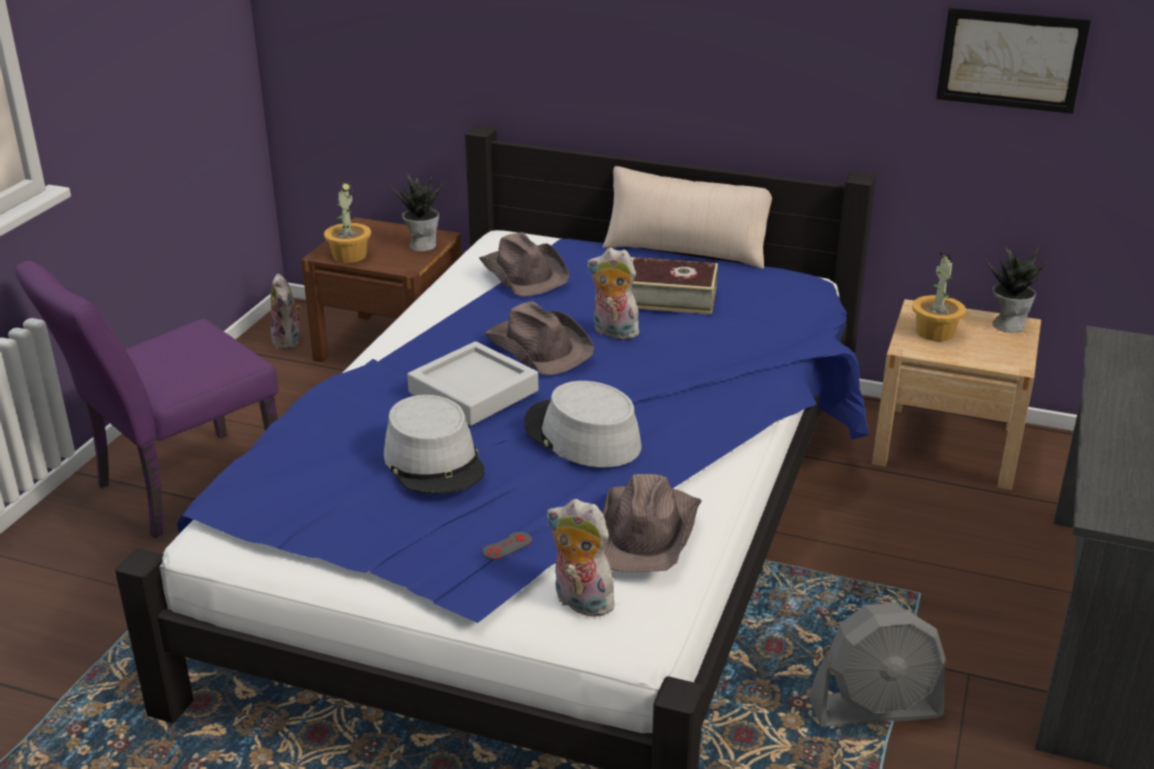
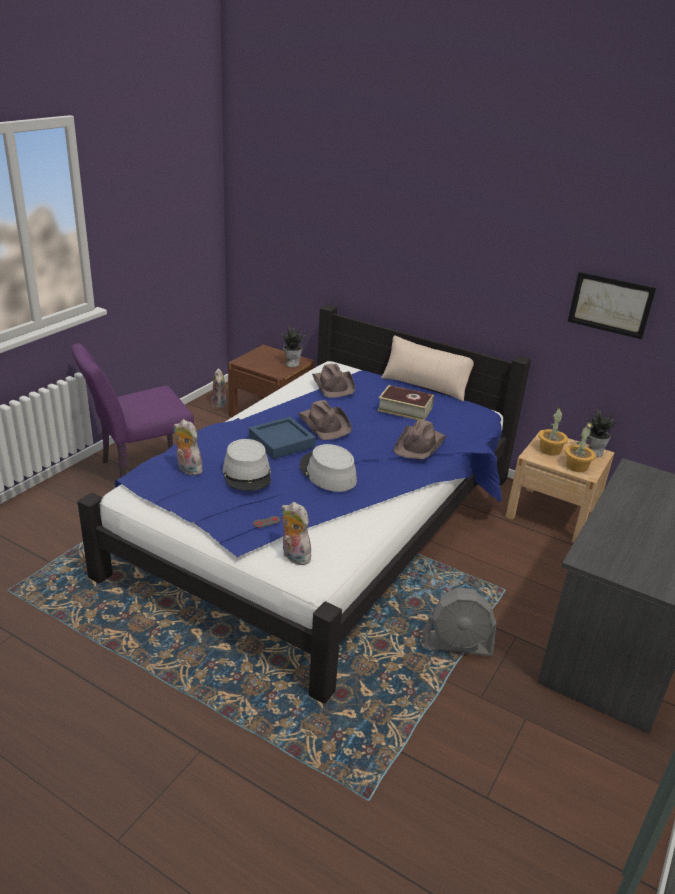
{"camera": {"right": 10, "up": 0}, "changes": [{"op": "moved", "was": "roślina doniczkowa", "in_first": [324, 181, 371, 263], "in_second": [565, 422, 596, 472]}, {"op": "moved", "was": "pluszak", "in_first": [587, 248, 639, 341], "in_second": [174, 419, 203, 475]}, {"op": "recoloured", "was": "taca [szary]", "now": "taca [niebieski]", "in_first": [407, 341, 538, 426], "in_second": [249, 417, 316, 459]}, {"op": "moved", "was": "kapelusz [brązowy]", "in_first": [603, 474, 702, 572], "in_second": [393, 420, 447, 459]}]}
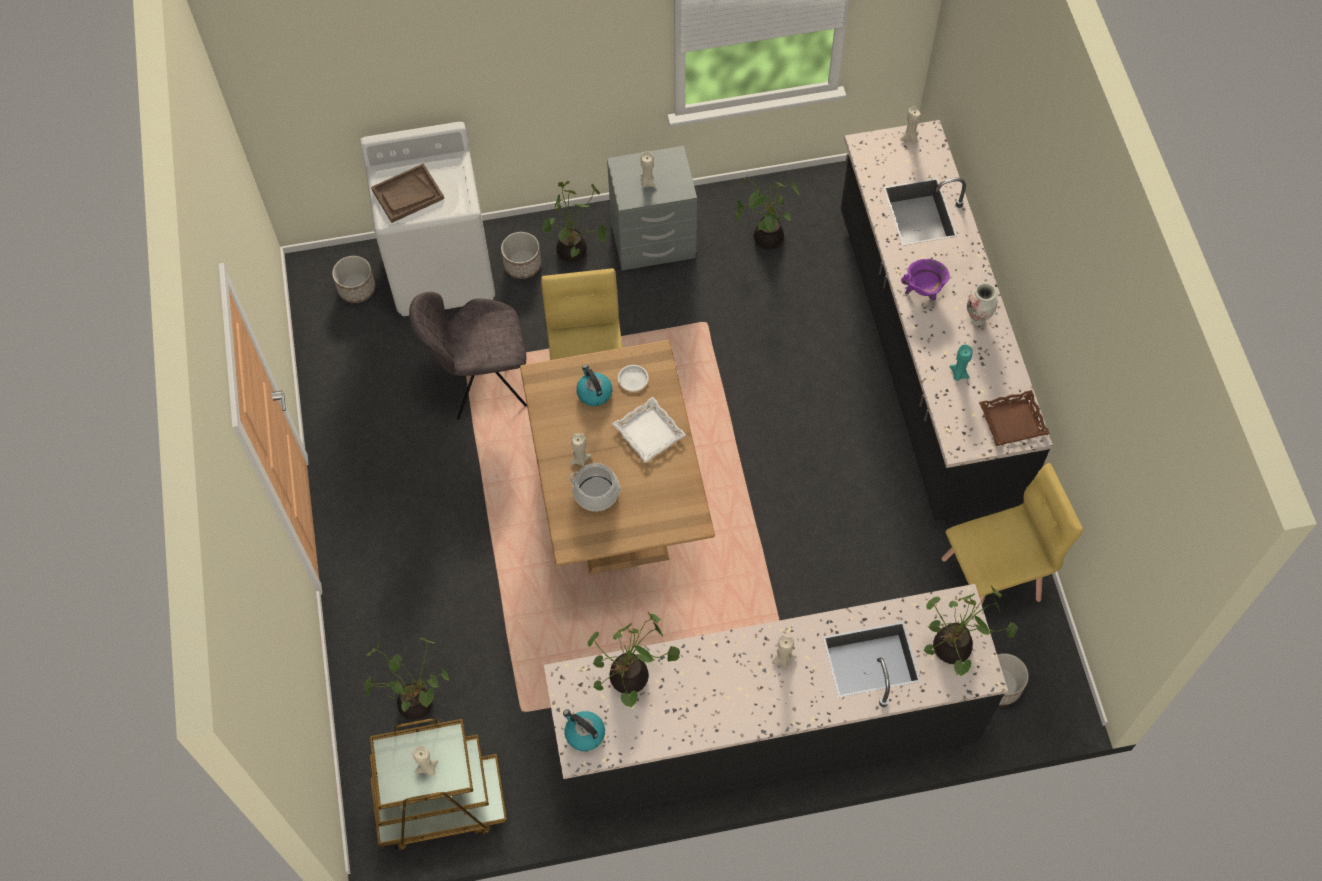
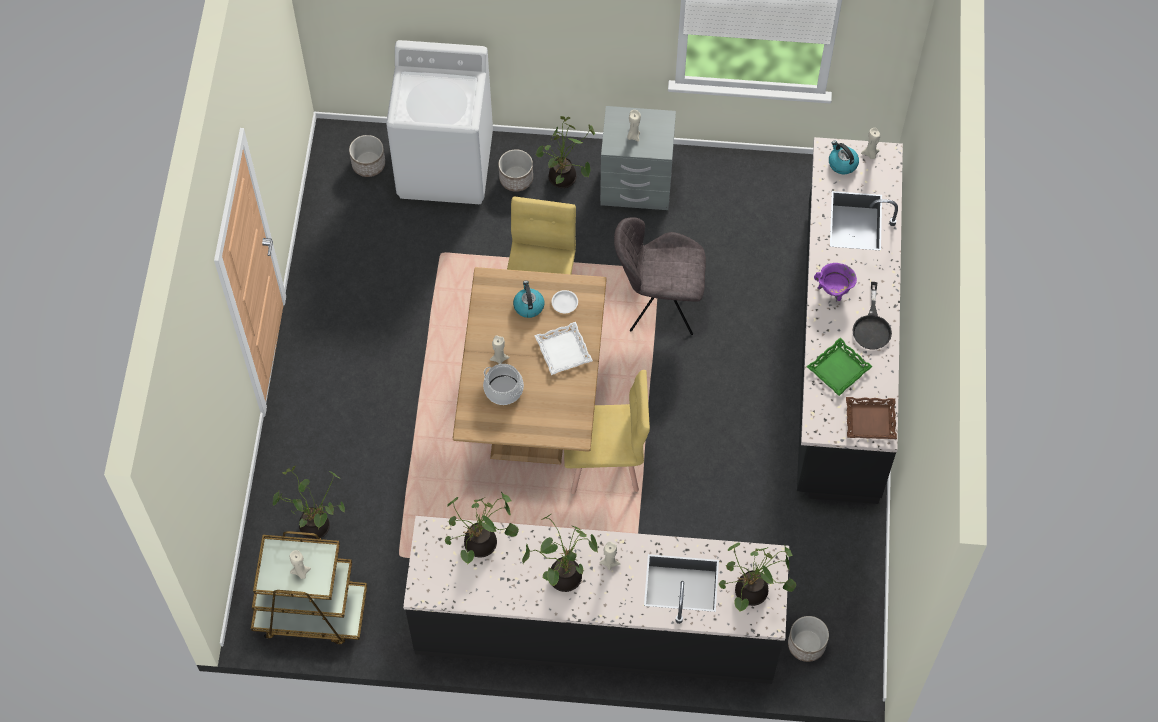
{"camera": {"right": 15, "up": 0}, "changes": [{"op": "removed", "was": "taca [brązowy]", "in_first": [371, 163, 444, 223]}, {"op": "moved", "was": "roślina doniczkowa", "in_first": [736, 174, 800, 250], "in_second": [522, 514, 598, 592]}, {"op": "replaced", "was": "wazon", "now": "patelnia [czarny]", "in_first": [967, 282, 998, 326], "in_second": [852, 282, 892, 350]}, {"op": "moved", "was": "krzesło [szary]", "in_first": [409, 292, 527, 420], "in_second": [614, 217, 706, 335]}, {"op": "replaced", "was": "świeca [turkusowy]", "now": "taca [zielony]", "in_first": [950, 344, 972, 381], "in_second": [807, 338, 873, 396]}, {"op": "moved", "was": "krzesło [żółty]", "in_first": [941, 463, 1083, 604], "in_second": [564, 370, 650, 494]}, {"op": "moved", "was": "czajnik", "in_first": [563, 709, 605, 751], "in_second": [829, 141, 859, 174]}]}
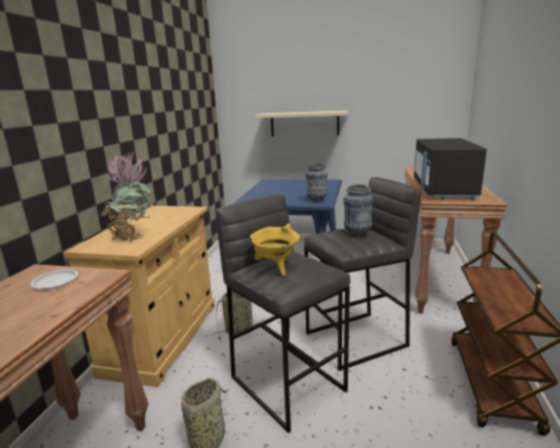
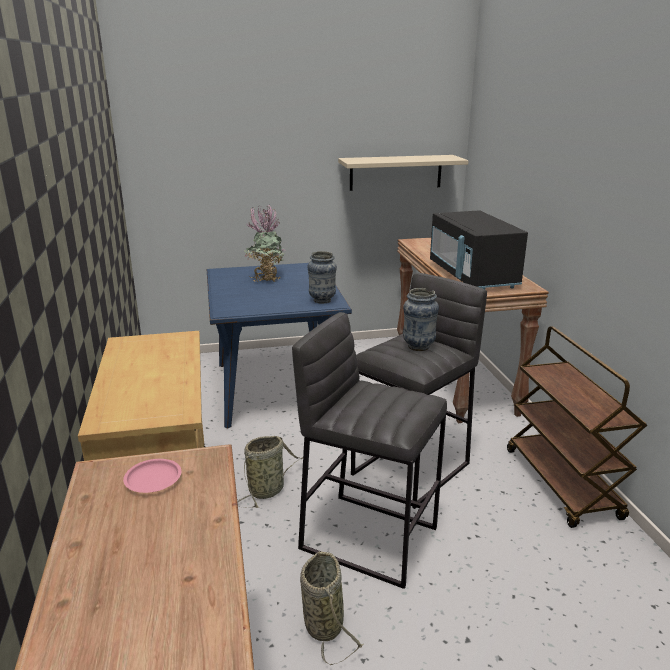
{"camera": {"right": -25, "up": 5}, "changes": [{"op": "moved", "was": "półka [beżowy]", "in_first": [255, 111, 348, 136], "in_second": [338, 155, 469, 191]}, {"op": "moved", "was": "roślina doniczkowa", "in_first": [100, 153, 153, 242], "in_second": [244, 207, 285, 282]}, {"op": "removed", "was": "garnek [żółty]", "in_first": [250, 223, 300, 276]}, {"op": "recoloured", "was": "talerz [biały]", "now": "talerz [różowy]", "in_first": [30, 269, 78, 289], "in_second": [123, 459, 181, 493]}]}
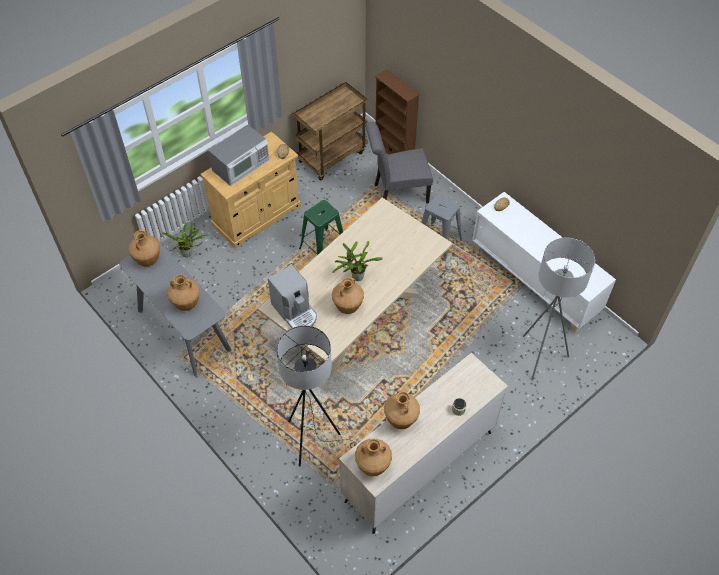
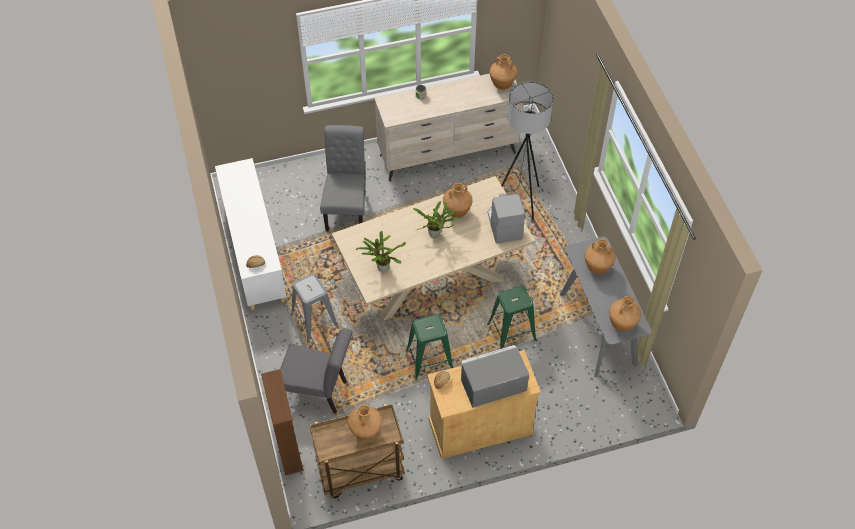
{"camera": {"right": -155, "up": 0}, "changes": [{"op": "moved", "was": "roślina doniczkowa", "in_first": [162, 223, 208, 257], "in_second": [355, 231, 406, 272]}, {"op": "removed", "was": "lampa stojąca [szary]", "in_first": [523, 238, 595, 380]}, {"op": "moved", "was": "wazon [brązowy]", "in_first": [384, 390, 420, 429], "in_second": [348, 403, 382, 440]}, {"op": "added", "now": "krzesło [szary]", "in_second": [320, 125, 366, 232]}, {"op": "added", "now": "stołek [zielony]", "in_second": [487, 285, 537, 349]}]}
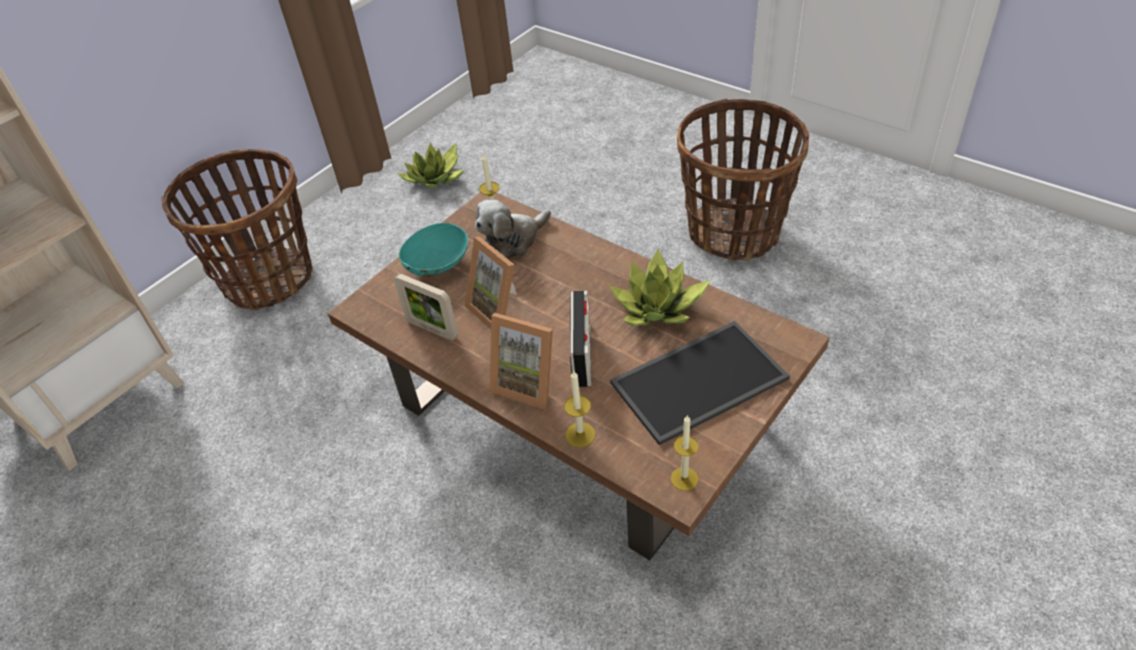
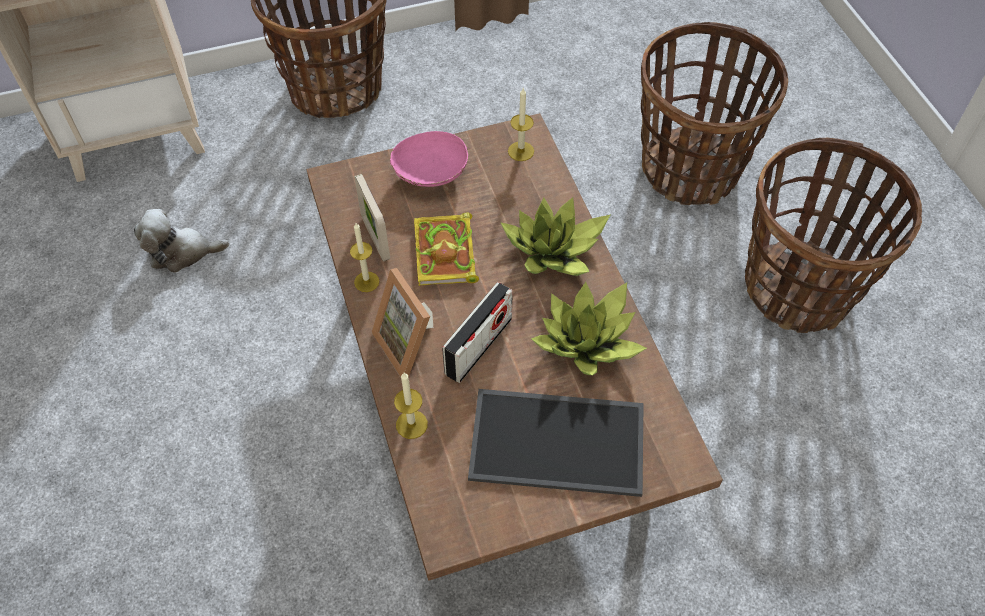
{"camera": {"right": 30, "up": 10}, "changes": [{"op": "moved", "was": "roślina doniczkowa", "in_first": [398, 142, 464, 188], "in_second": [500, 197, 611, 276]}, {"op": "moved", "was": "pluszak", "in_first": [475, 200, 551, 259], "in_second": [134, 209, 229, 273]}, {"op": "recoloured", "was": "miska [turkusowy]", "now": "miska [różowy]", "in_first": [399, 223, 468, 276], "in_second": [390, 131, 468, 187]}, {"op": "replaced", "was": "ramka na zdjęcie", "now": "książka", "in_first": [465, 236, 517, 330], "in_second": [414, 213, 479, 286]}, {"op": "moved", "was": "świeca", "in_first": [671, 415, 699, 491], "in_second": [350, 223, 379, 292]}, {"op": "added", "now": "koszyk", "in_second": [641, 22, 788, 205]}]}
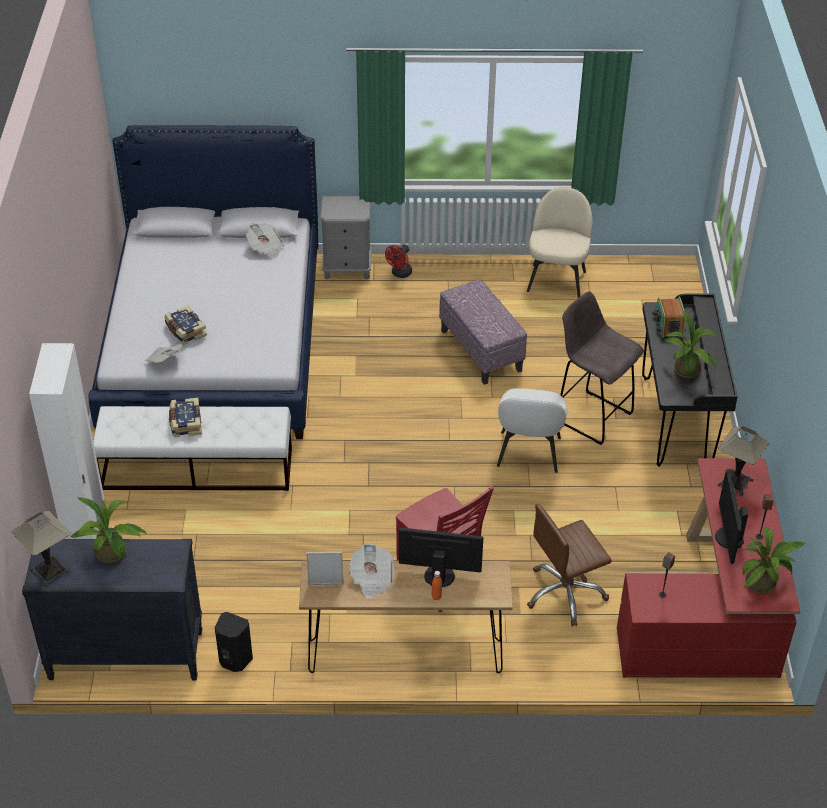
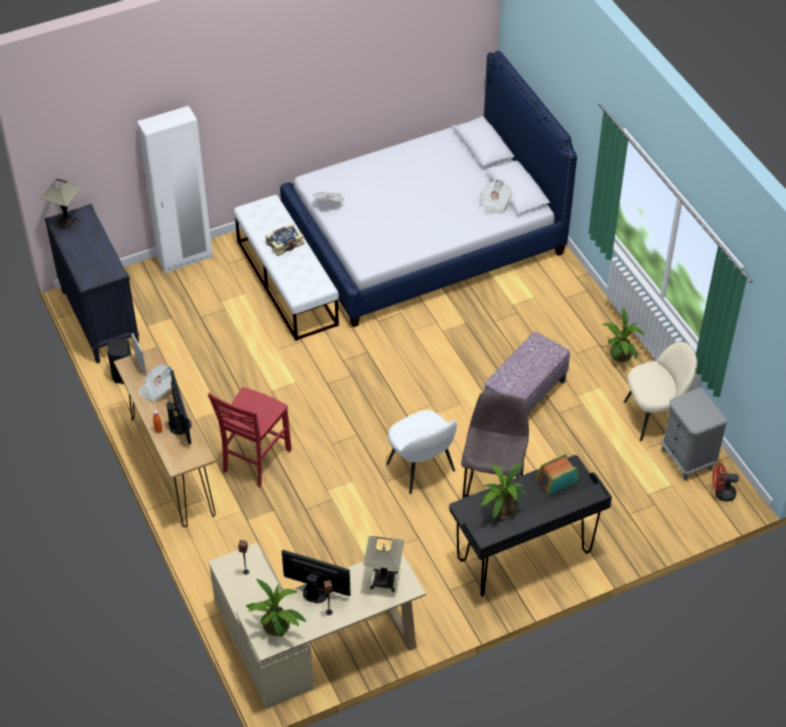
{"camera": {"right": 65, "up": 5}, "changes": [{"op": "moved", "was": "szafka nocna [szary]", "in_first": [320, 196, 372, 280], "in_second": [661, 387, 728, 480]}, {"op": "moved", "was": "wentylator [czerwony]", "in_first": [385, 245, 412, 278], "in_second": [712, 463, 739, 502]}, {"op": "removed", "was": "książka", "in_first": [164, 305, 207, 345]}, {"op": "turned", "was": "krzesło [biały]", "in_first": [497, 388, 567, 473], "in_second": [386, 410, 457, 494], "clockwise": -105}, {"op": "recoloured", "was": "biurko [czerwony]", "now": "biurko [beżowy]", "in_first": [617, 458, 801, 678], "in_second": [208, 542, 426, 709]}, {"op": "turned", "was": "monitor", "in_first": [715, 469, 748, 564], "in_second": [282, 550, 351, 603], "clockwise": 45}, {"op": "moved", "was": "roślina doniczkowa", "in_first": [71, 497, 147, 563], "in_second": [602, 308, 645, 362]}, {"op": "removed", "was": "krzesło biurowe [brązowy]", "in_first": [527, 504, 612, 626]}]}
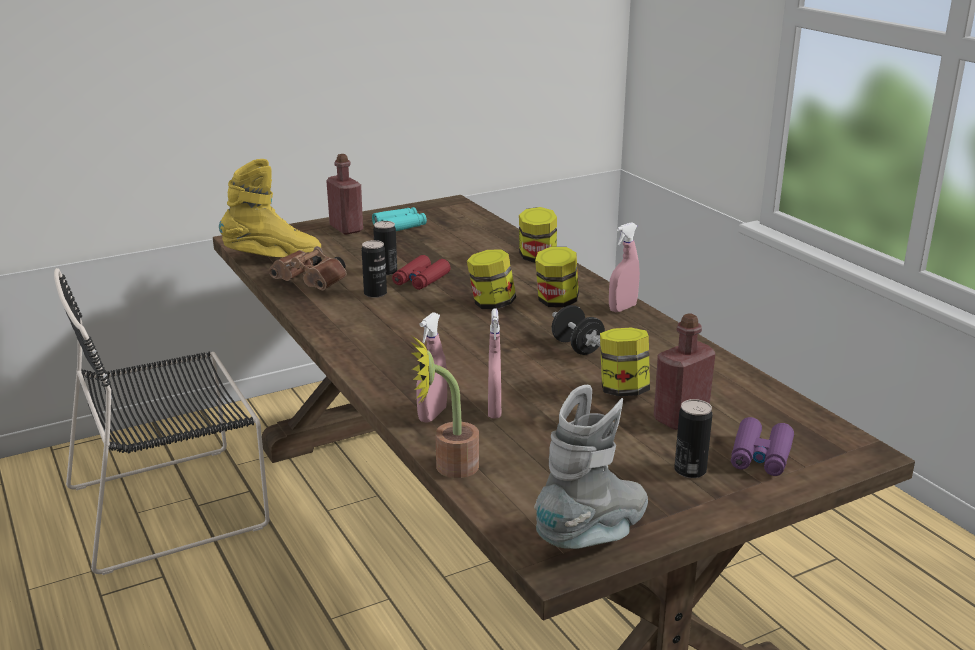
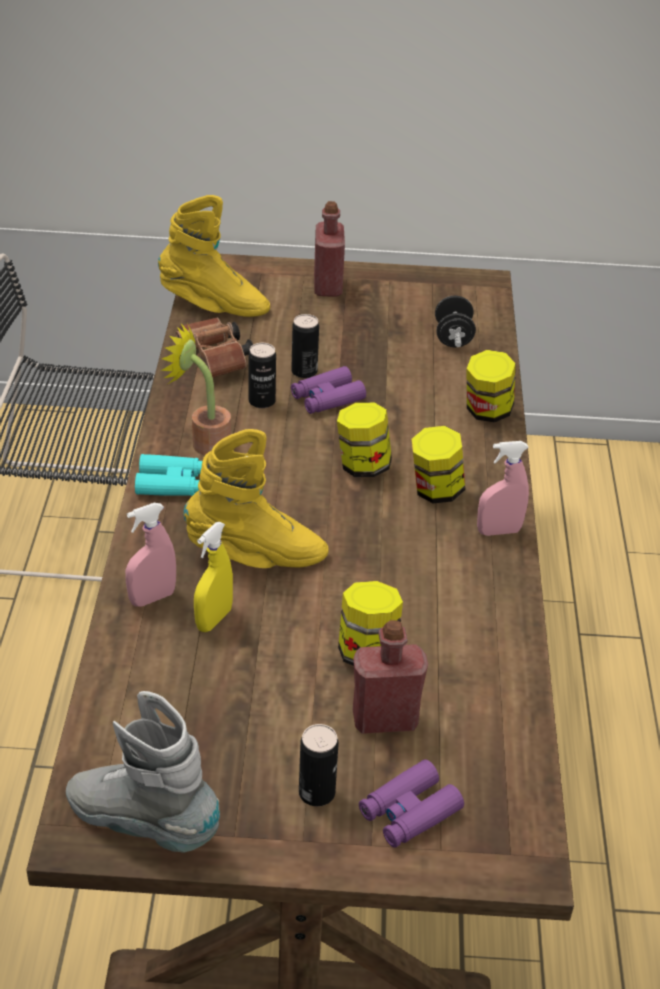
{"camera": {"right": 30, "up": 15}, "changes": [{"op": "moved", "was": "lornetka [turkusowy]", "in_first": [372, 207, 427, 231], "in_second": [135, 454, 203, 496]}, {"op": "recoloured", "was": "lornetka [czerwony]", "now": "lornetka [fioletowy]", "in_first": [392, 255, 451, 290], "in_second": [291, 366, 366, 414]}, {"op": "moved", "was": "hantel [czarny]", "in_first": [552, 305, 605, 355], "in_second": [435, 296, 476, 347]}, {"op": "recoloured", "was": "spryskiwacz [różowy]", "now": "spryskiwacz [żółty]", "in_first": [488, 308, 501, 418], "in_second": [194, 522, 233, 632]}, {"op": "moved", "was": "roślina doniczkowa", "in_first": [411, 336, 479, 478], "in_second": [161, 323, 231, 456]}, {"op": "turned", "was": "but z cholewką [szary]", "in_first": [534, 385, 648, 549], "in_second": [66, 691, 220, 853], "clockwise": -135}, {"op": "added", "now": "but z cholewką [żółty]", "in_second": [183, 429, 329, 568]}]}
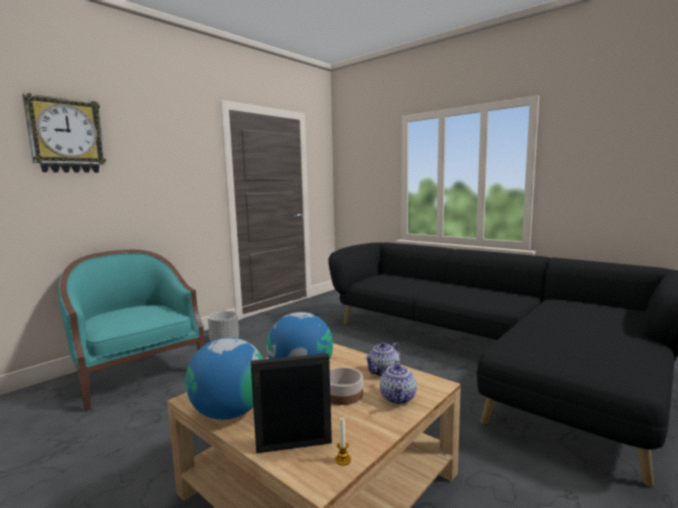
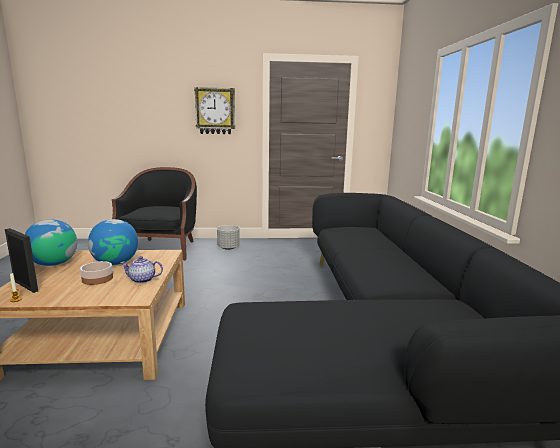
{"camera": {"right": 45, "up": 5}, "changes": [{"op": "moved", "was": "zegar ścienny", "in_first": [22, 93, 106, 173], "in_second": [194, 87, 235, 134]}, {"op": "recoloured", "was": "fotel [turkusowy]", "now": "fotel [czarny]", "in_first": [59, 250, 205, 411], "in_second": [112, 167, 197, 260]}, {"op": "removed", "was": "imbryk", "in_first": [380, 360, 417, 404]}]}
